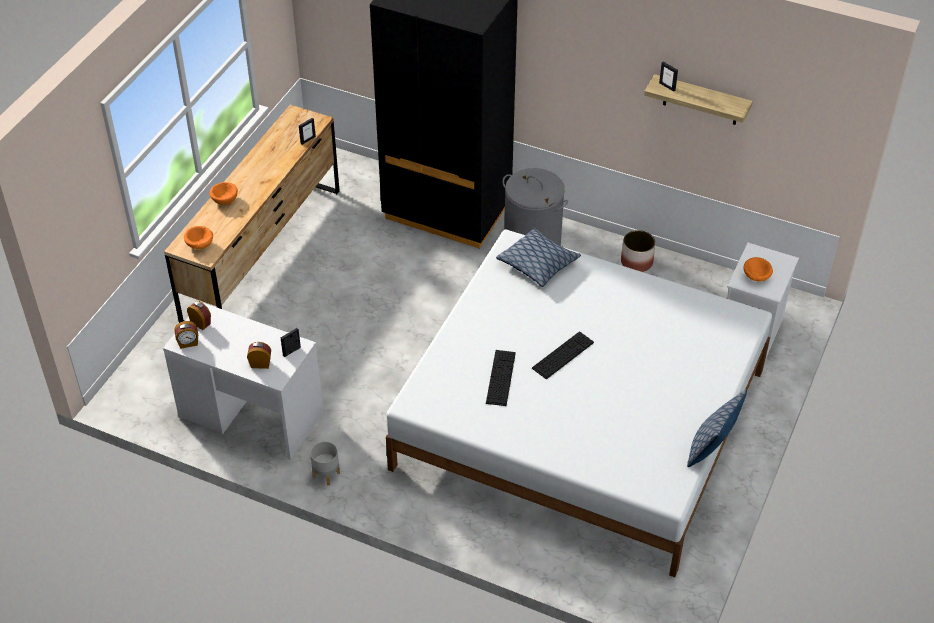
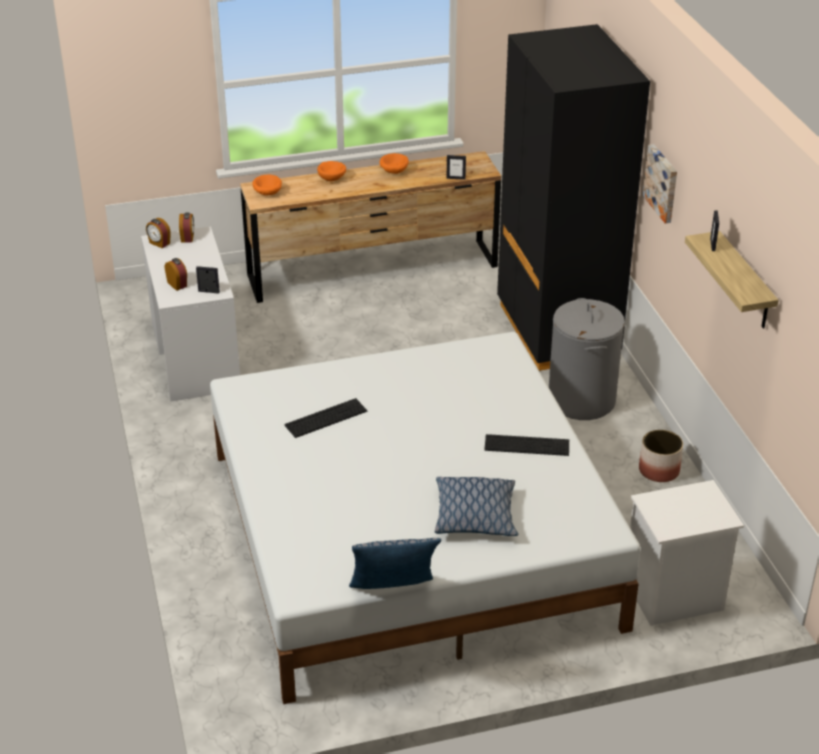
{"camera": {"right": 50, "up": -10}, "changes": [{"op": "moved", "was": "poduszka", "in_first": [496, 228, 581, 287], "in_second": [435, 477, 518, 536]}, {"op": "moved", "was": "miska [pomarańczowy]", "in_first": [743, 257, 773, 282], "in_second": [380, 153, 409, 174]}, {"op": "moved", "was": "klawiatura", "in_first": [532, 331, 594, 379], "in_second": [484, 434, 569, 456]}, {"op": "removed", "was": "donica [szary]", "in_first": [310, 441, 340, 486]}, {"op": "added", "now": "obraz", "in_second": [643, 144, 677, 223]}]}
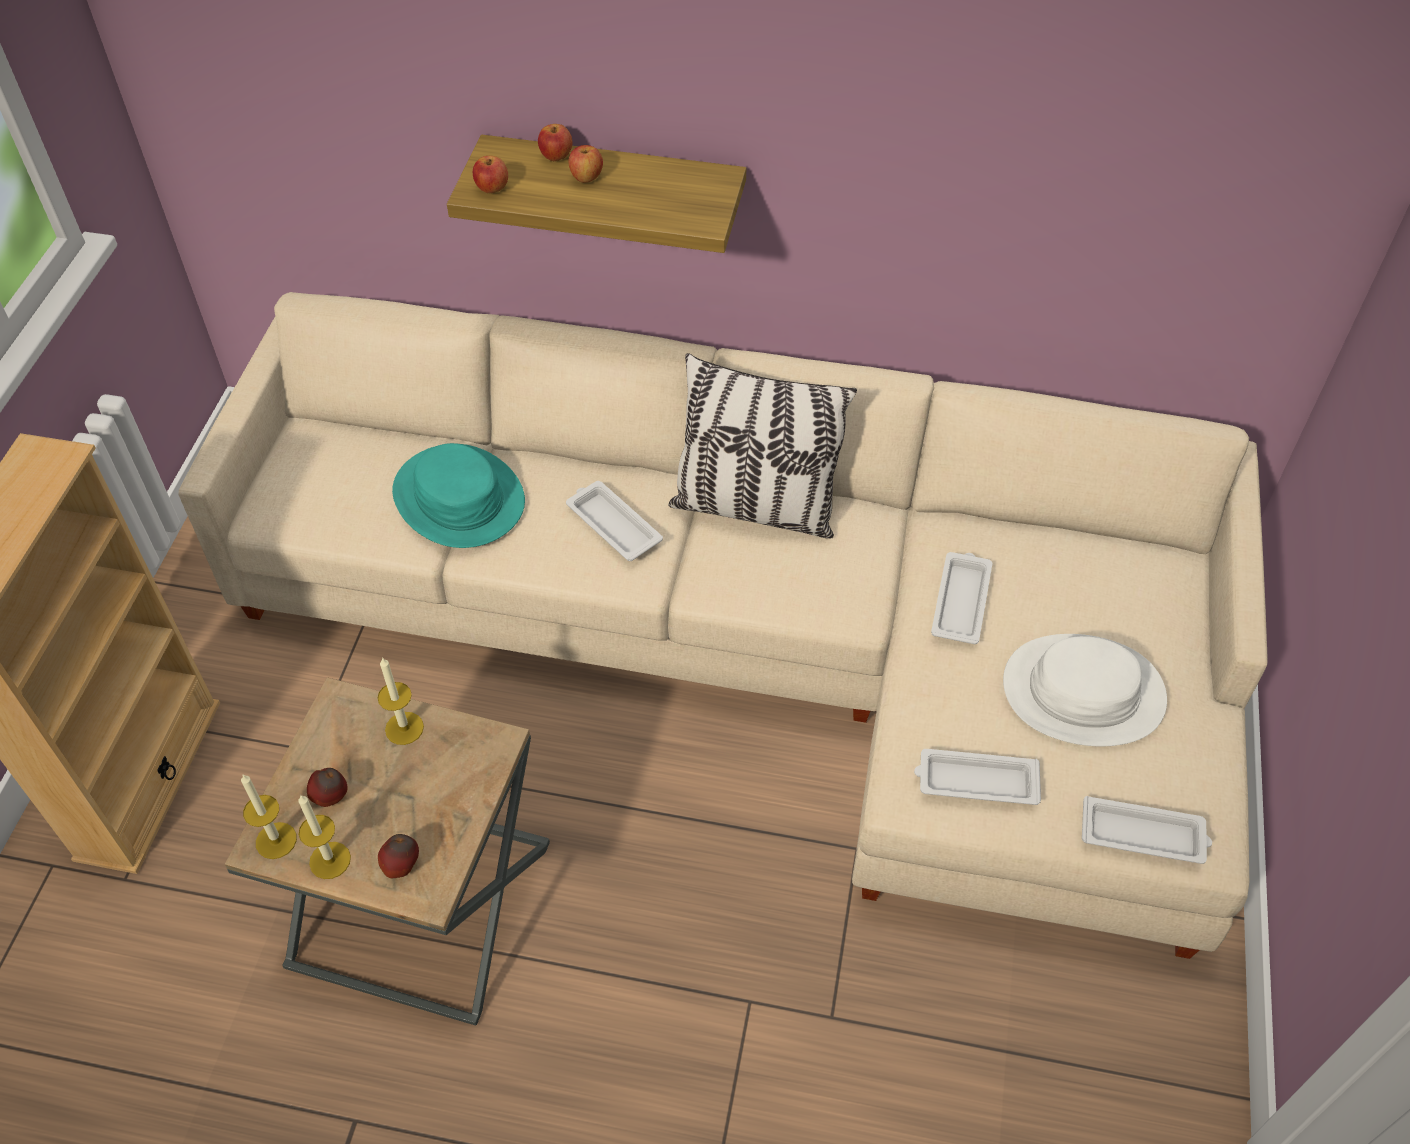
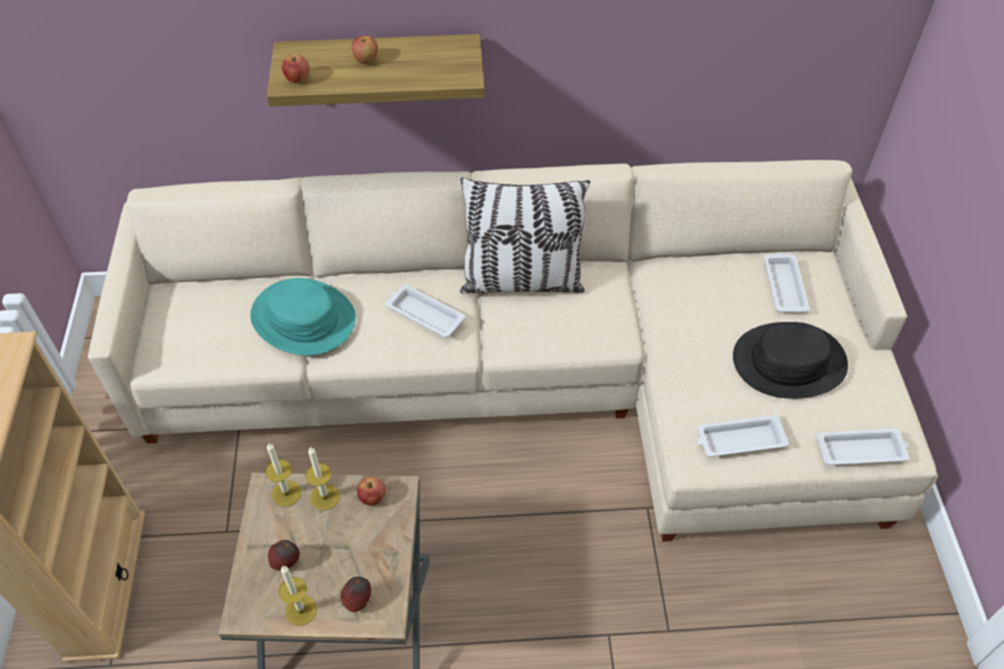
{"camera": {"right": -15, "up": 0}, "changes": [{"op": "moved", "was": "jabłko", "in_first": [538, 124, 572, 161], "in_second": [357, 477, 386, 506]}, {"op": "moved", "was": "taca [biały]", "in_first": [931, 552, 992, 644], "in_second": [764, 253, 810, 313]}, {"op": "recoloured", "was": "kapelusz [biały]", "now": "kapelusz [czarny]", "in_first": [1003, 634, 1167, 746], "in_second": [733, 322, 848, 399]}, {"op": "moved", "was": "świeca", "in_first": [241, 775, 297, 859], "in_second": [265, 443, 301, 507]}]}
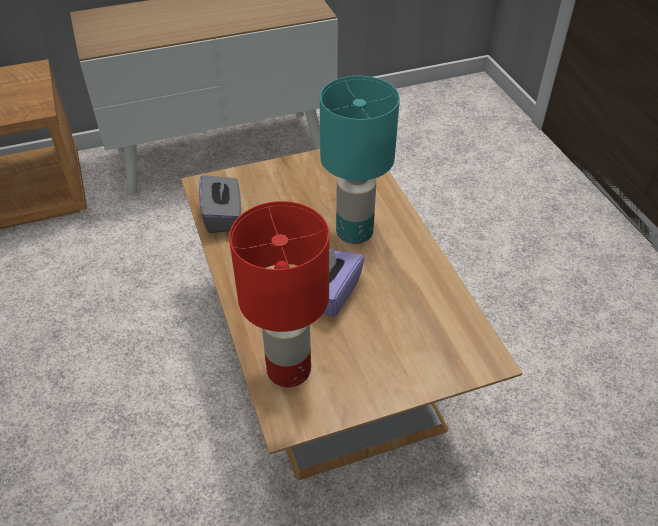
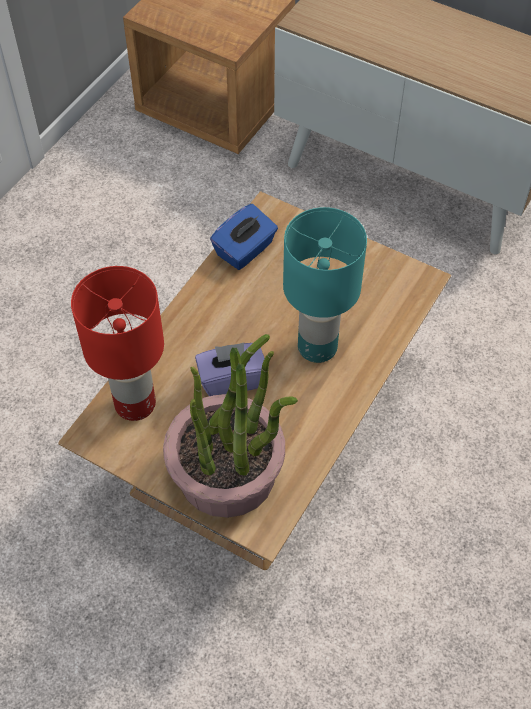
{"camera": {"right": 50, "up": 10}, "changes": [{"op": "recoloured", "was": "pudełko chusteczek [szary]", "now": "pudełko chusteczek [niebieski]", "in_first": [199, 173, 241, 233], "in_second": [210, 204, 278, 270]}, {"op": "added", "now": "roślina doniczkowa", "in_second": [163, 334, 298, 518]}]}
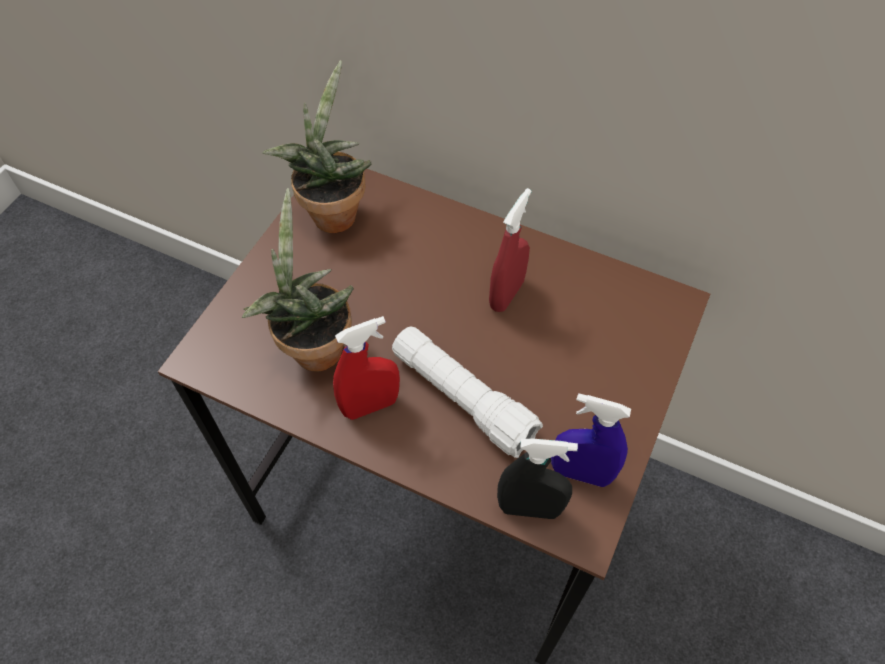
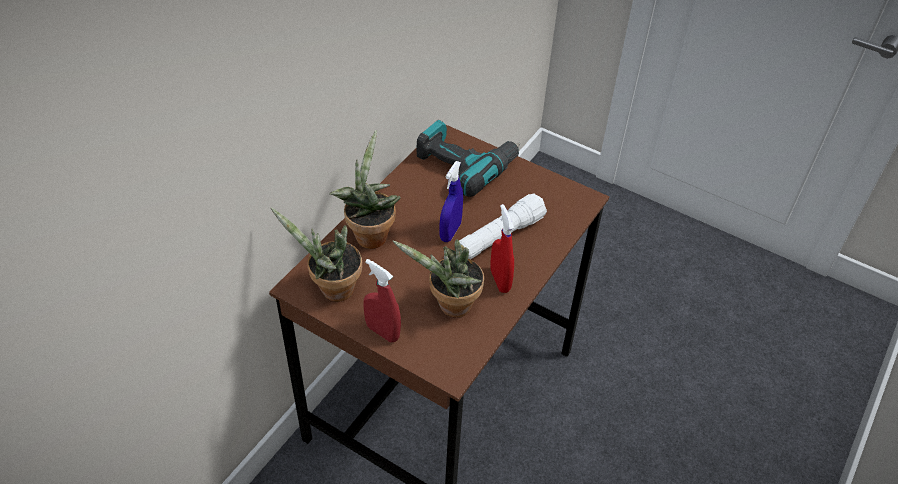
{"camera": {"right": -85, "up": -10}, "changes": [{"op": "moved", "was": "spryskiwacz [czerwony]", "in_first": [489, 188, 531, 312], "in_second": [364, 259, 401, 342]}, {"op": "moved", "was": "spryskiwacz [niebieski]", "in_first": [551, 393, 631, 487], "in_second": [439, 161, 463, 242]}, {"op": "removed", "was": "spryskiwacz [czarny]", "in_first": [497, 439, 578, 519]}, {"op": "added", "now": "wiertarka", "in_second": [417, 120, 520, 197]}, {"op": "added", "now": "roślina doniczkowa", "in_second": [329, 130, 401, 249]}]}
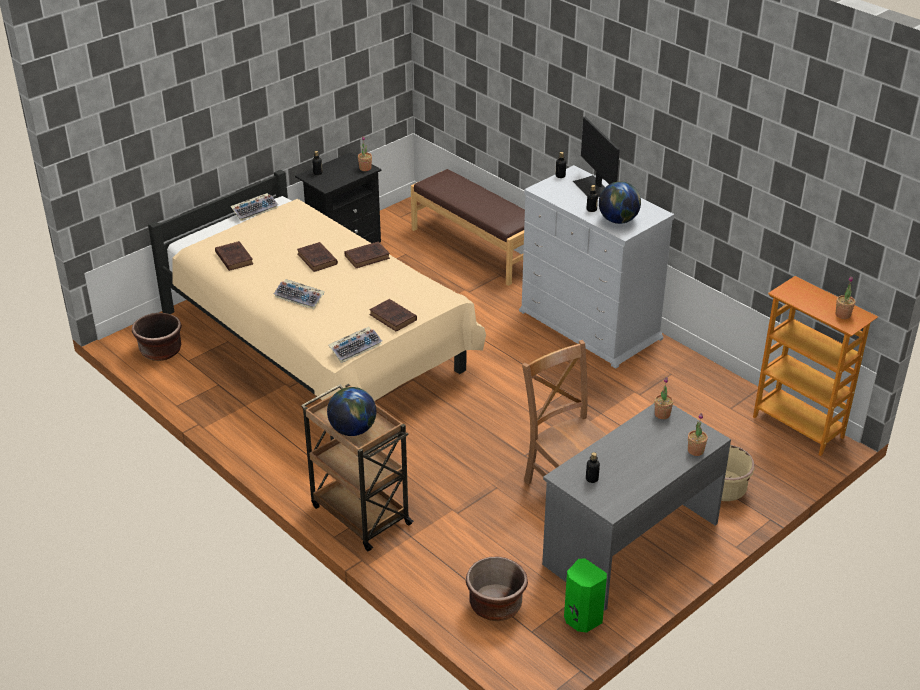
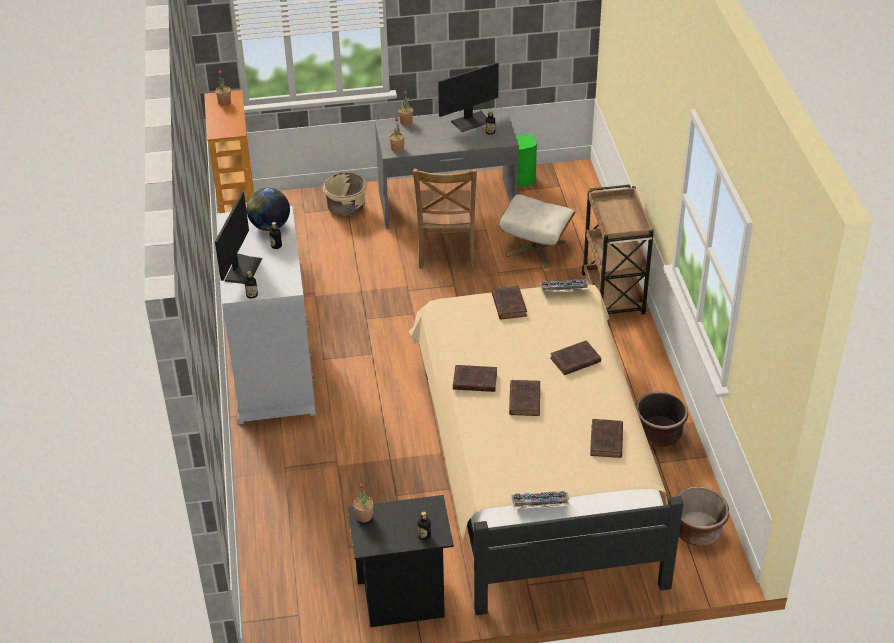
{"camera": {"right": -145, "up": 5}, "changes": [{"op": "removed", "was": "ławka [brązowy]", "in_first": [411, 169, 525, 286]}, {"op": "replaced", "was": "klawiatura", "now": "książka [brązowy]", "in_first": [274, 279, 325, 309], "in_second": [550, 340, 601, 375]}, {"op": "removed", "was": "globus", "in_first": [327, 387, 376, 436]}, {"op": "moved", "was": "donica [brązowy]", "in_first": [466, 557, 528, 621], "in_second": [636, 392, 688, 447]}, {"op": "added", "now": "monitor", "in_second": [438, 62, 499, 132]}, {"op": "added", "now": "pufa [beżowy]", "in_second": [499, 194, 575, 268]}]}
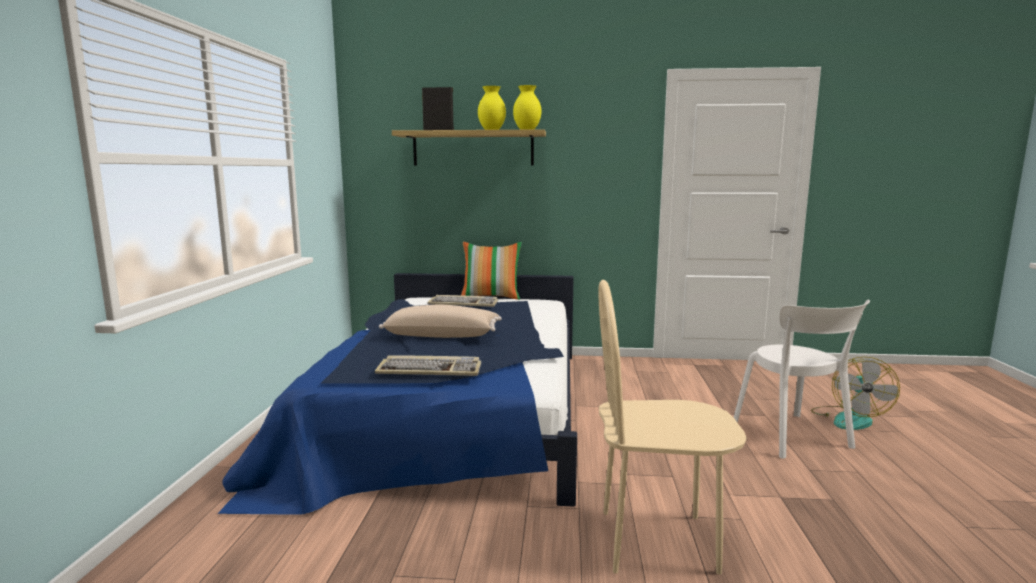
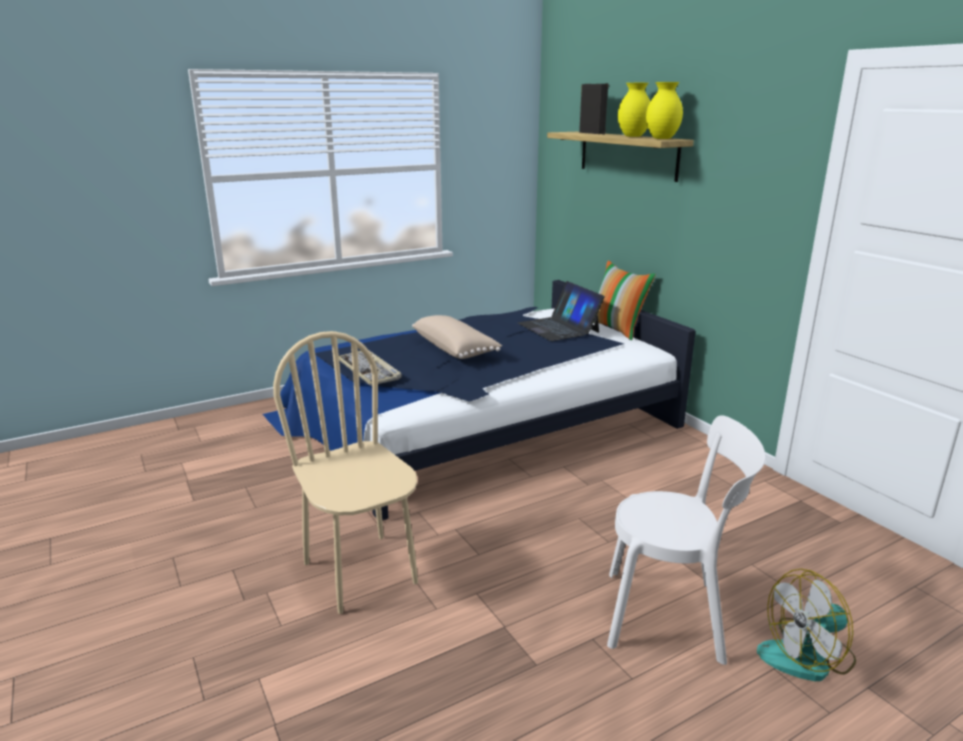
{"camera": {"right": 55, "up": 10}, "changes": [{"op": "replaced", "was": "klawiatura", "now": "laptop", "in_first": [427, 295, 498, 307], "in_second": [518, 281, 605, 341]}, {"op": "turned", "was": "krzesło [biały]", "in_first": [734, 300, 870, 459], "in_second": [607, 415, 766, 665], "clockwise": -120}]}
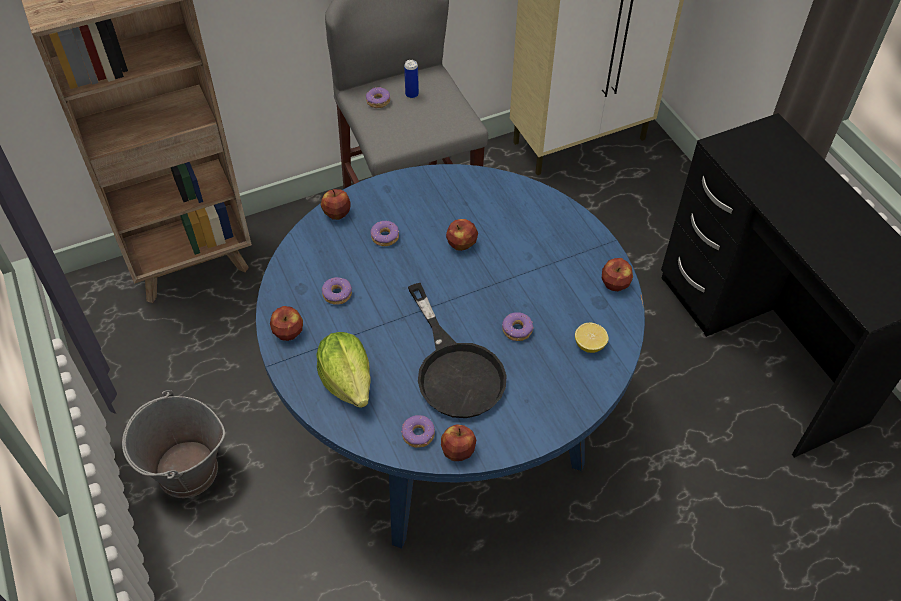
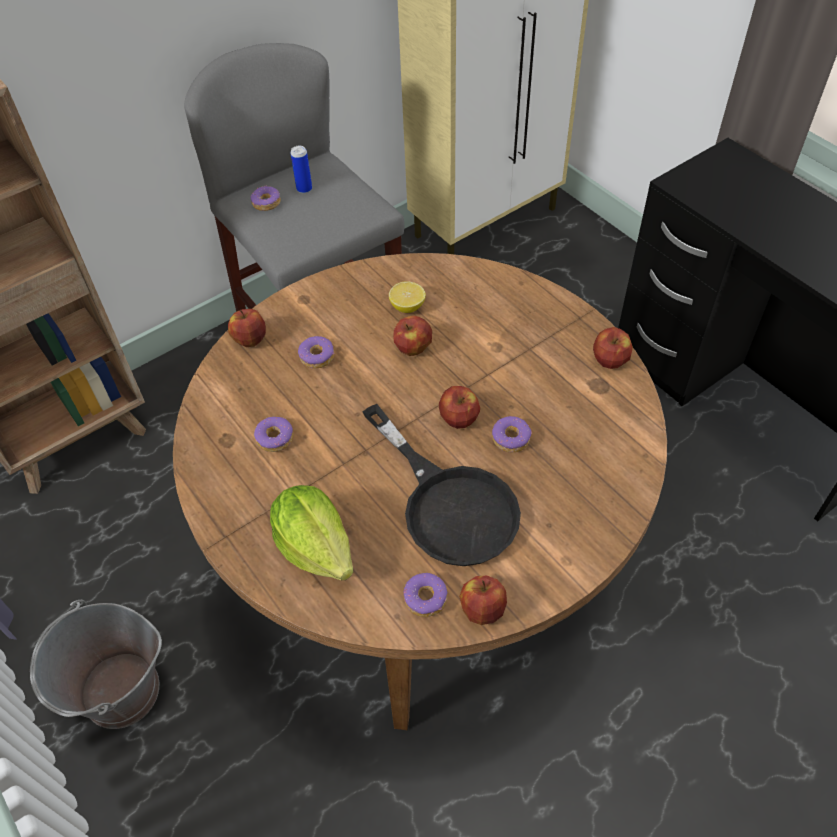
{"camera": {"right": -10, "up": 0}, "changes": [{"op": "recoloured", "was": "stół jadalny [niebieski]", "now": "stół jadalny [brązowy]", "in_first": [256, 164, 645, 549], "in_second": [173, 253, 667, 730]}, {"op": "moved", "was": "jabłko", "in_first": [270, 306, 303, 341], "in_second": [439, 386, 480, 429]}, {"op": "moved", "was": "cytryna", "in_first": [575, 323, 608, 353], "in_second": [389, 281, 426, 313]}]}
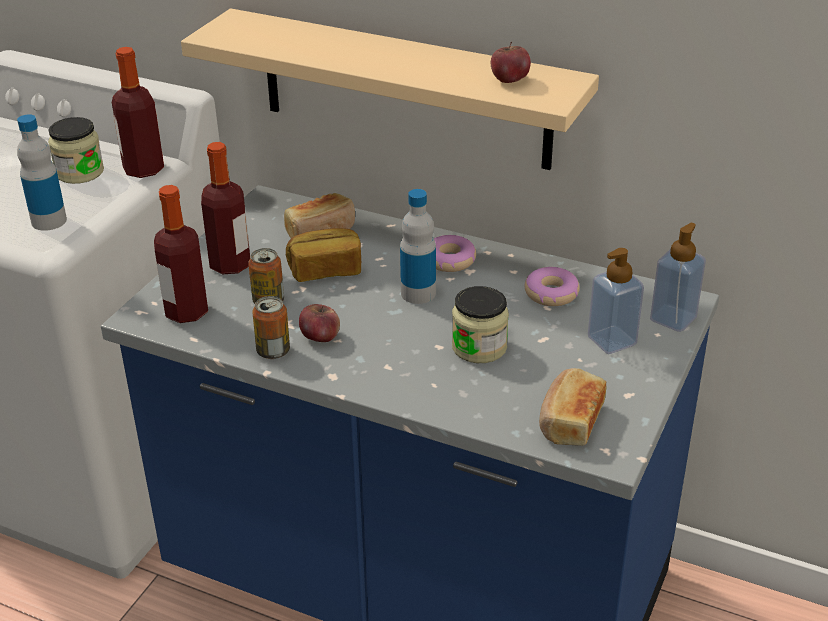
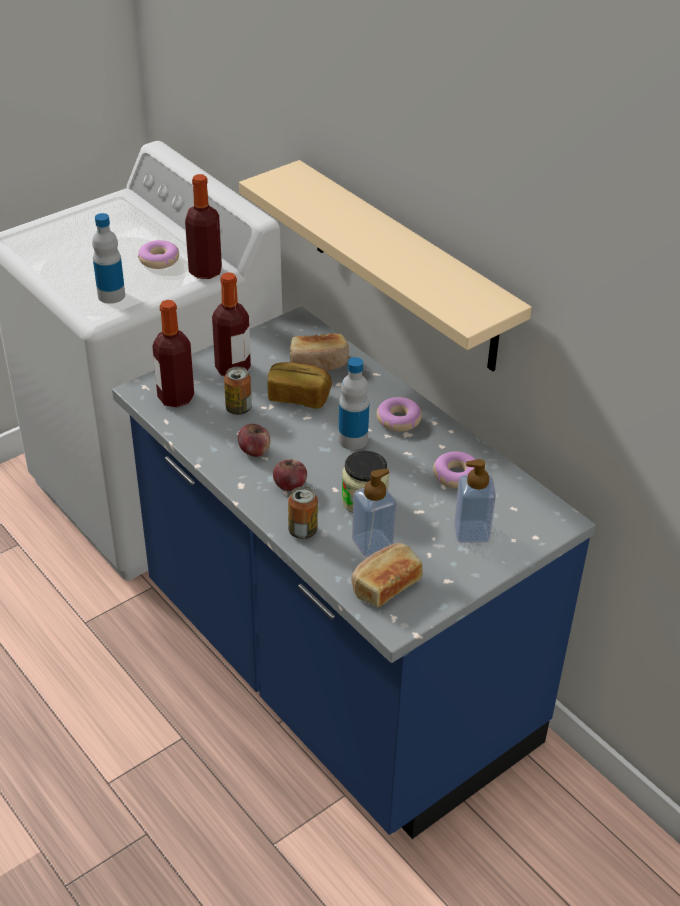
{"camera": {"right": 25, "up": 5}, "changes": [{"op": "moved", "was": "jabłko", "in_first": [491, 42, 531, 83], "in_second": [273, 459, 307, 491]}, {"op": "replaced", "was": "słoik", "now": "donut", "in_first": [48, 117, 104, 184], "in_second": [138, 240, 179, 269]}, {"op": "moved", "was": "dozownik mydła", "in_first": [650, 223, 706, 332], "in_second": [352, 469, 396, 557]}, {"op": "moved", "was": "puszka", "in_first": [252, 296, 290, 359], "in_second": [288, 486, 318, 539]}]}
